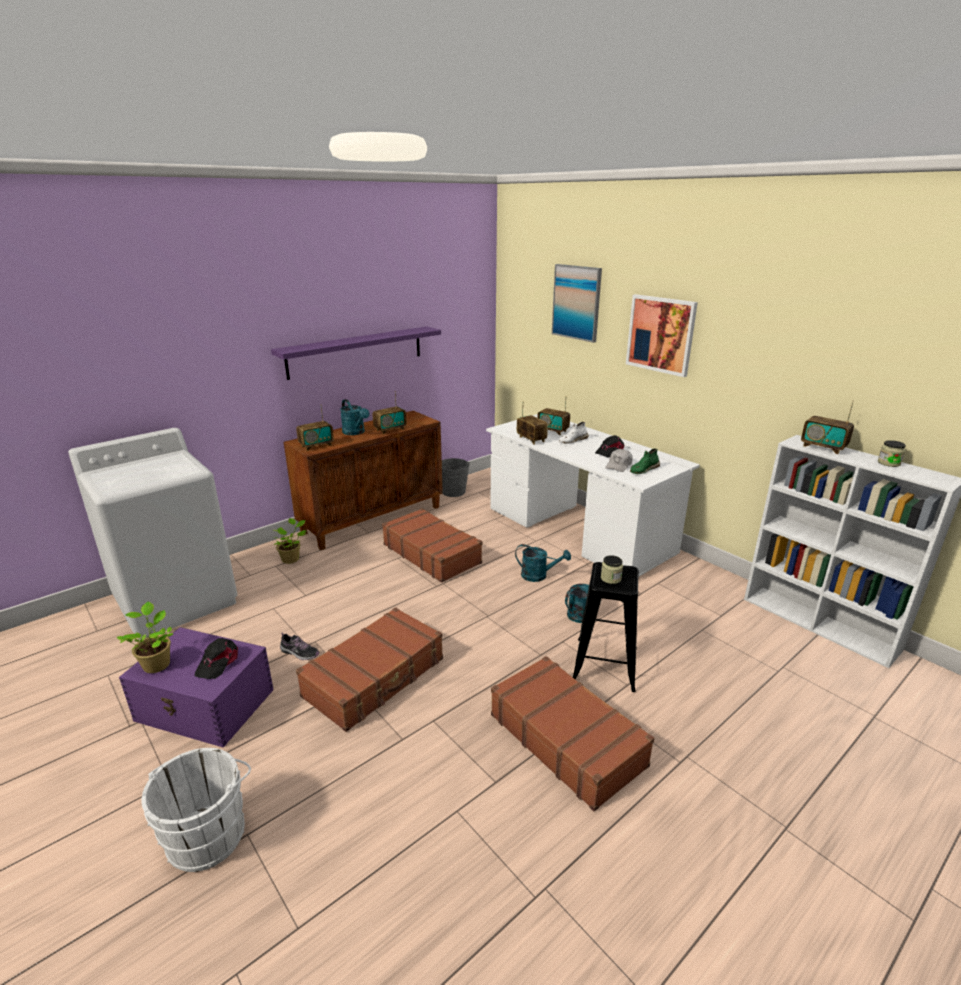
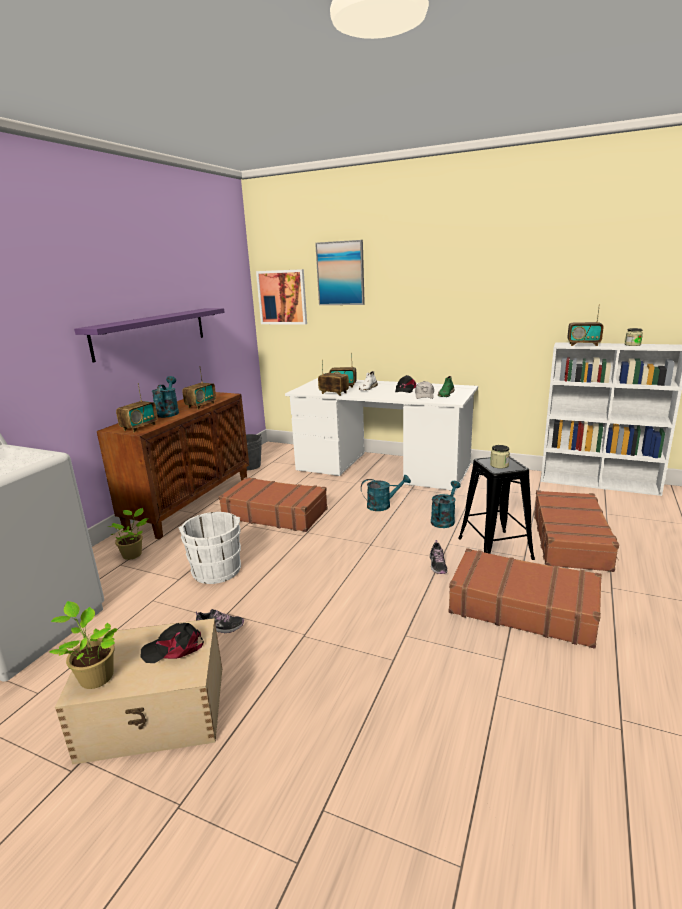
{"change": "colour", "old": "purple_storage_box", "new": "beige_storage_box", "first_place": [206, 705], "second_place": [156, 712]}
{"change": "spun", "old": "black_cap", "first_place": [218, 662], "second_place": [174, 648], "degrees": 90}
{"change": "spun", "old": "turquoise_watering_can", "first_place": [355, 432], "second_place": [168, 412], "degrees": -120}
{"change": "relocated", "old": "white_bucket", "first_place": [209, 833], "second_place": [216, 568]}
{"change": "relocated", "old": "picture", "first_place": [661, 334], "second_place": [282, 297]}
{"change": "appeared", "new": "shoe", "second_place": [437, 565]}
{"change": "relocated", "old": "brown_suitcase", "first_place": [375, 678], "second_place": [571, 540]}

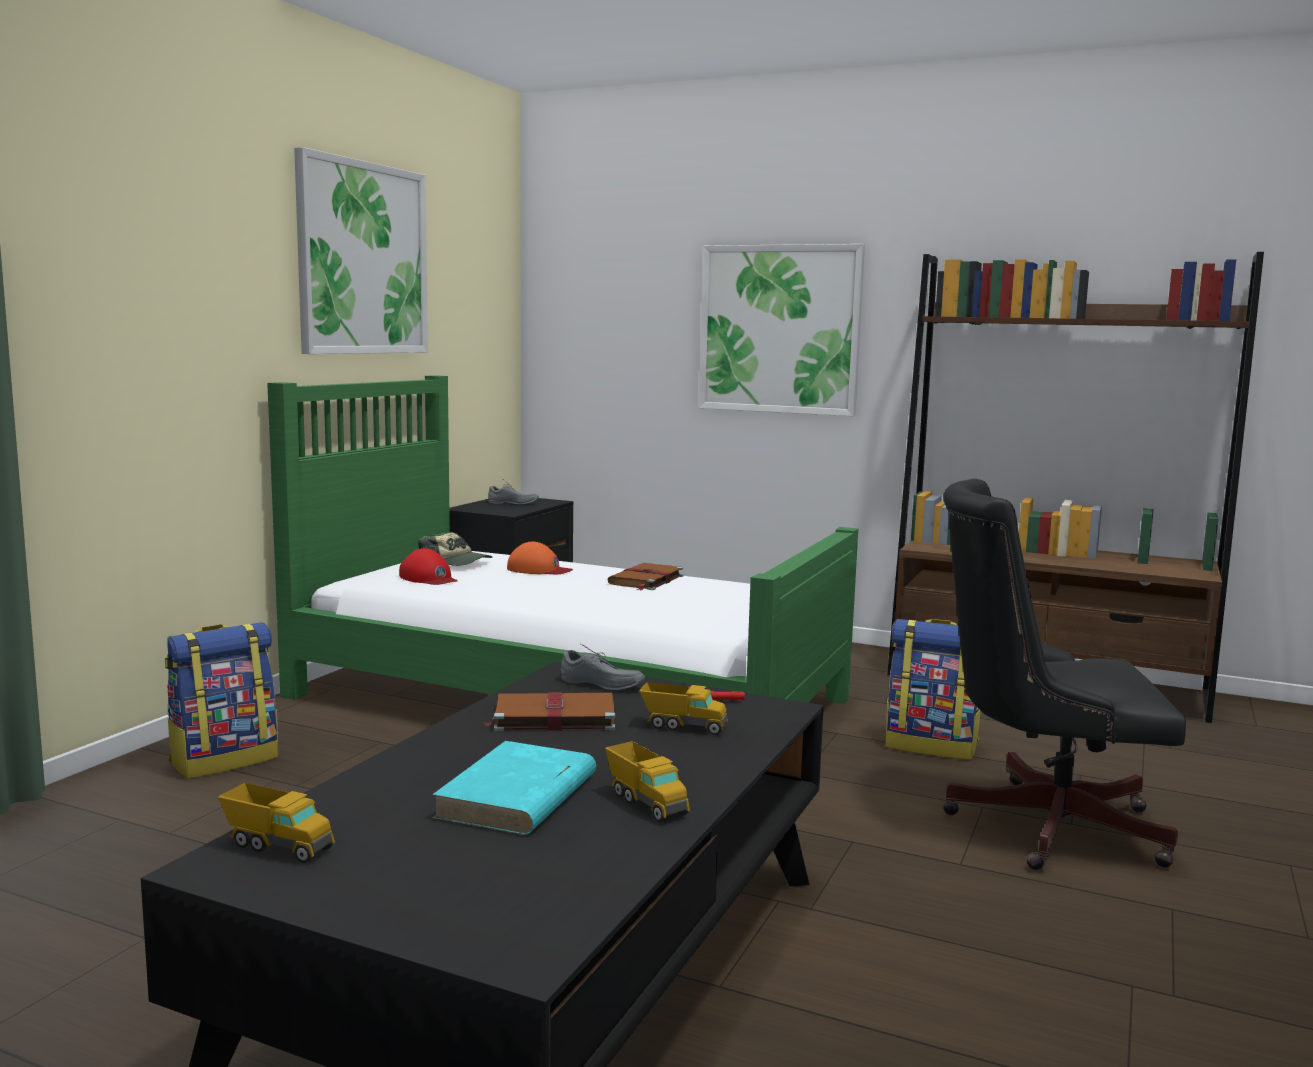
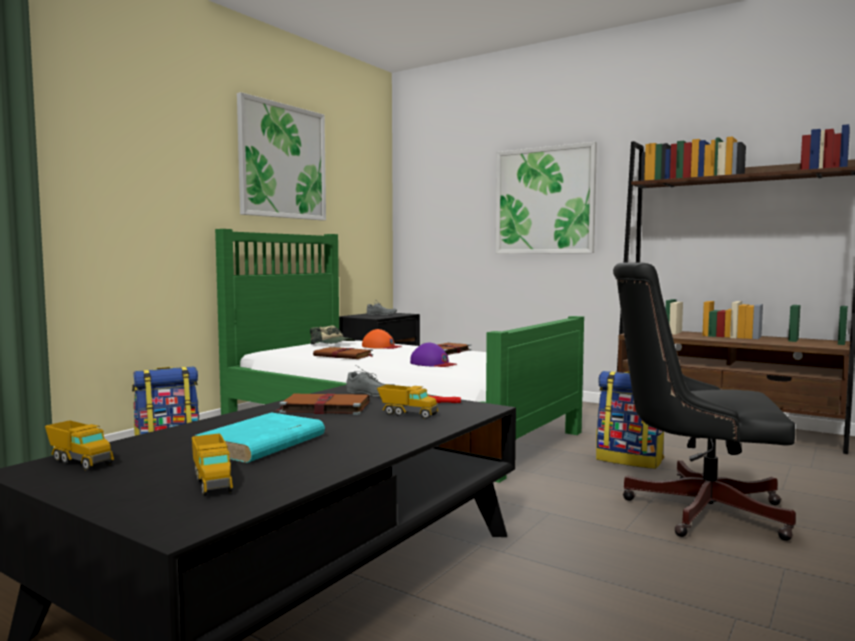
{"change": "relocated", "old": "toy_truck", "first_place": [646, 803], "second_place": [212, 482]}
{"change": "appeared", "new": "brown_book", "second_place": [344, 356]}
{"change": "appeared", "new": "purple_cap", "second_place": [433, 364]}
{"change": "missing", "old": "red_cap", "first_place": [429, 578]}

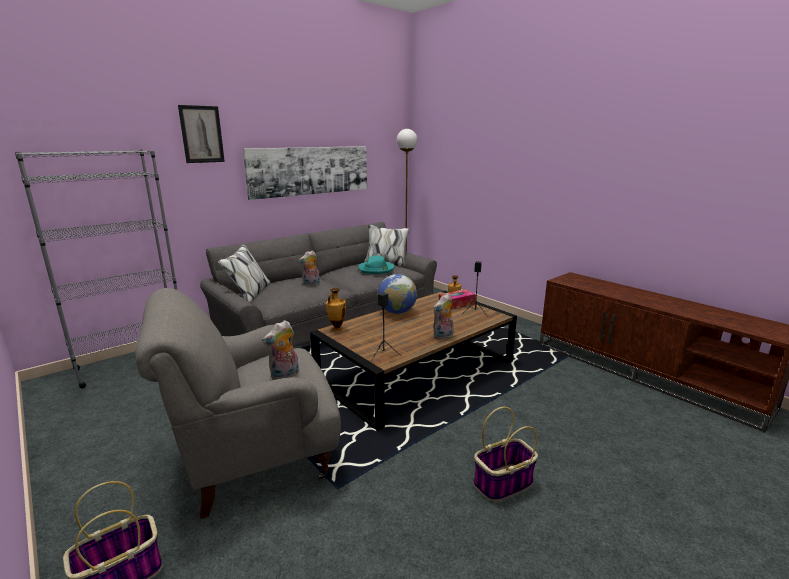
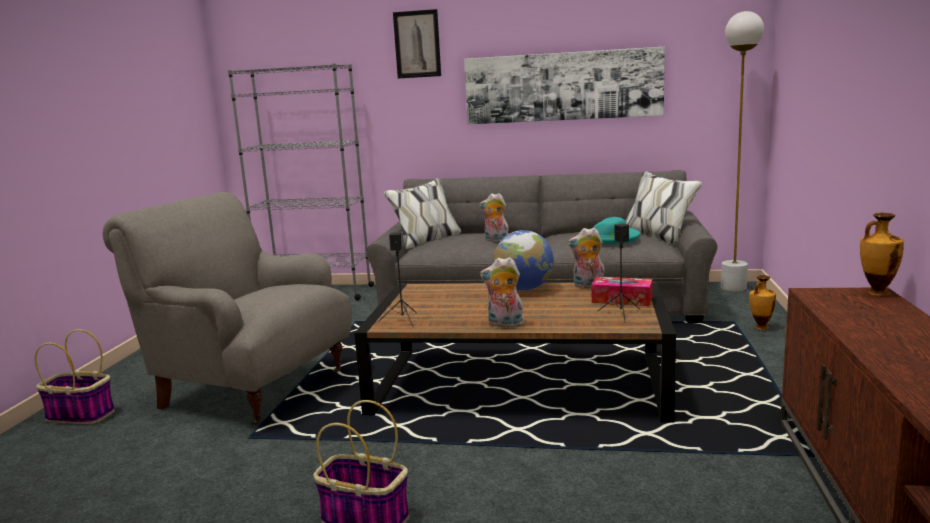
{"change": "relocated", "old": "plush_toy", "first_place": [284, 375], "second_place": [588, 286]}
{"change": "relocated", "old": "vase", "first_place": [337, 329], "second_place": [877, 293]}

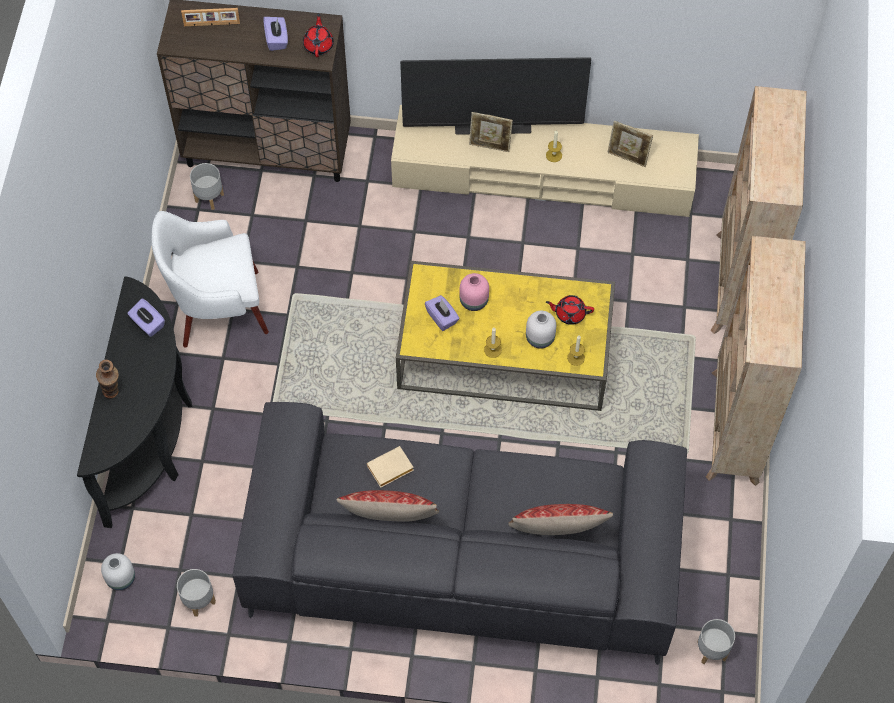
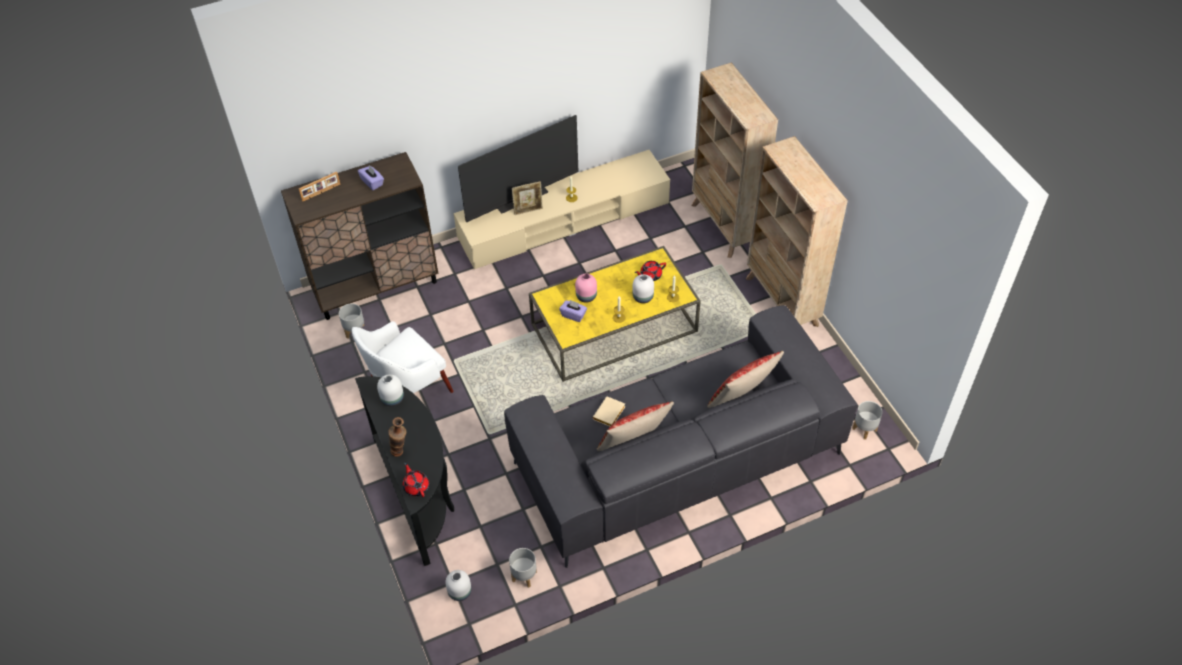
{"change": "exchanged", "old": "purple_tissue_box", "new": "white_vase", "first_place": [148, 324], "second_place": [393, 398]}
{"change": "relocated", "old": "red_teapot", "first_place": [319, 45], "second_place": [416, 486]}
{"change": "missing", "old": "picture_frame", "first_place": [627, 158]}

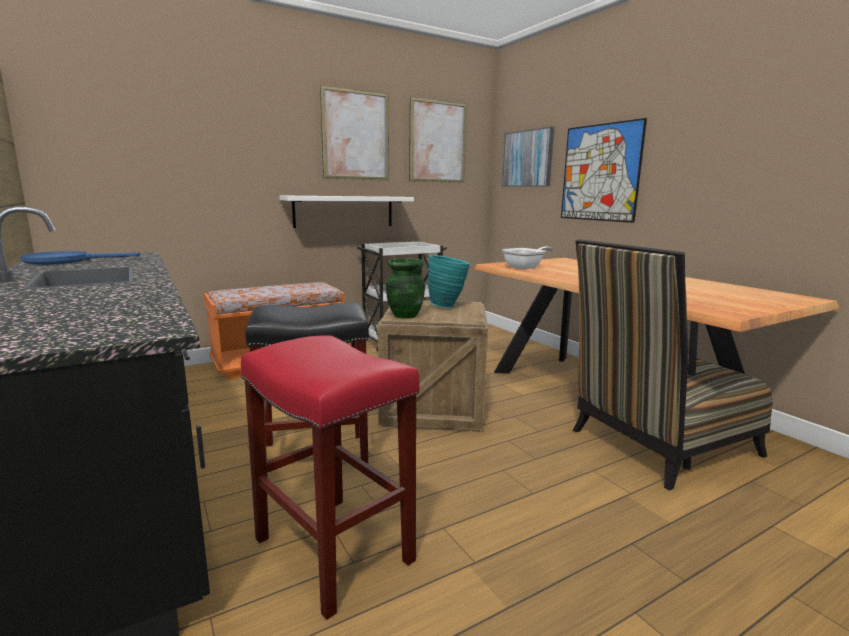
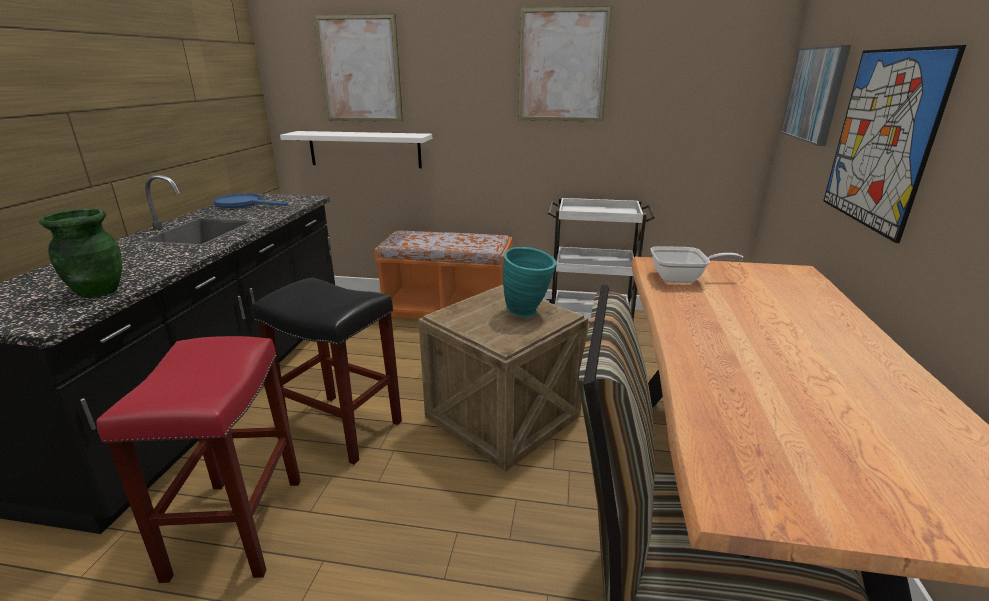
{"change": "relocated", "old": "green_vase", "first_place": [404, 315], "second_place": [98, 291]}
{"change": "relocated", "old": "white_shelf", "first_place": [344, 211], "second_place": [365, 149]}
{"change": "relocated", "old": "picture", "first_place": [438, 142], "second_place": [359, 69]}

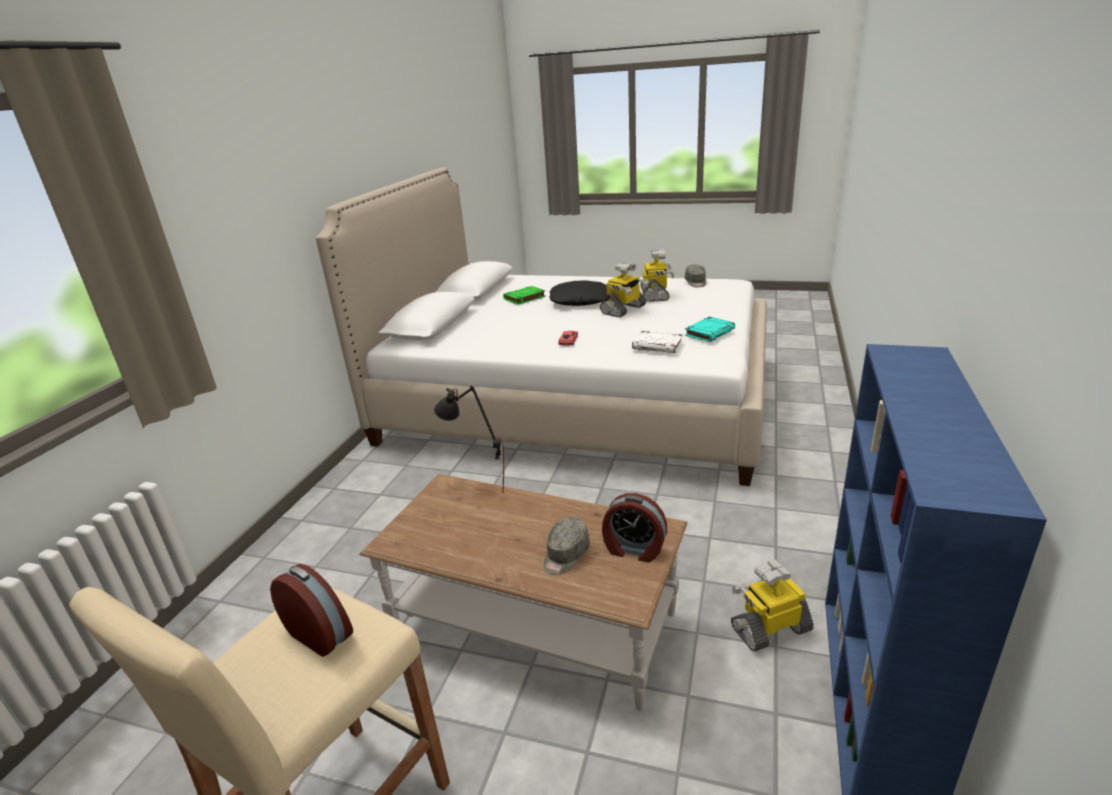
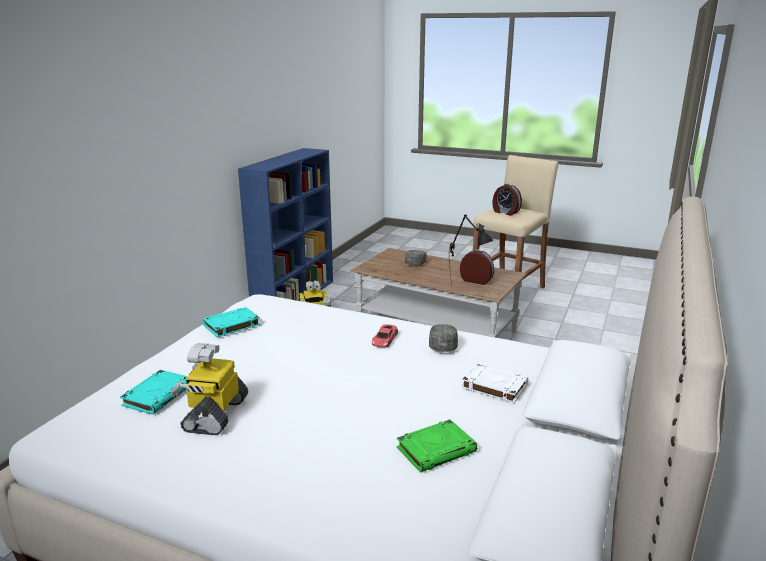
{"change": "appeared", "new": "turquoise_book", "second_place": [158, 395]}
{"change": "relocated", "old": "grey_cap", "first_place": [695, 282], "second_place": [443, 345]}
{"change": "relocated", "old": "alarm_clock", "first_place": [634, 550], "second_place": [476, 280]}
{"change": "relocated", "old": "white_book", "first_place": [658, 345], "second_place": [493, 386]}
{"change": "missing", "old": "black_pillow", "first_place": [580, 300]}
{"change": "missing", "old": "toy_robot", "first_place": [624, 310]}

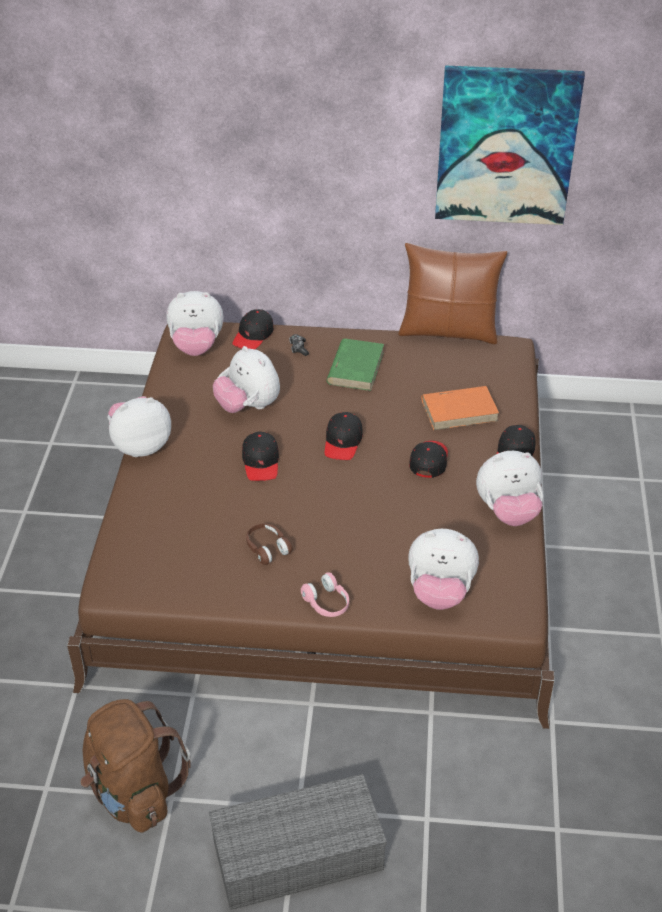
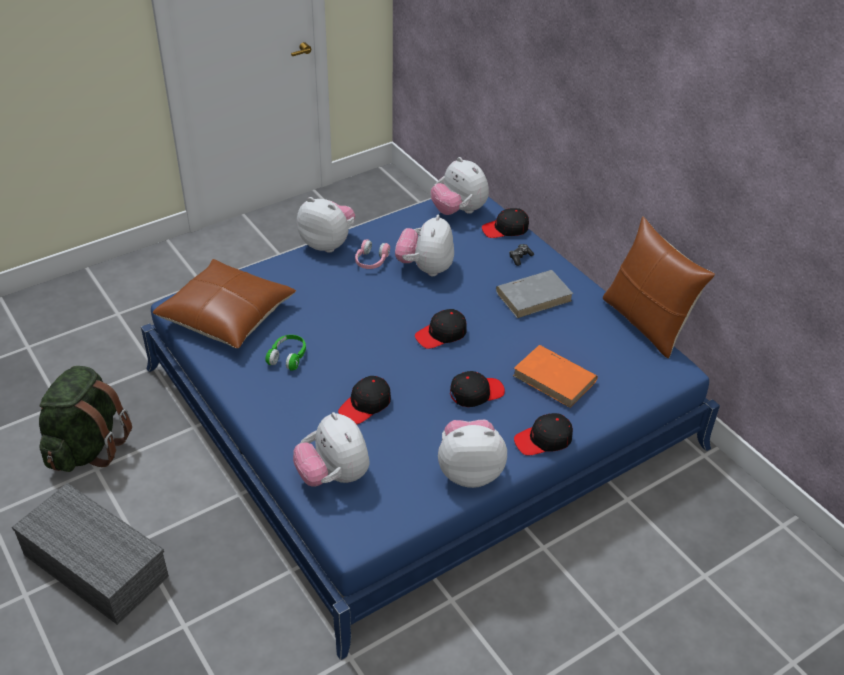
{"change": "colour", "old": "brown_backpack", "new": "green_backpack", "first_place": [134, 792], "second_place": [87, 447]}
{"change": "colour", "old": "brown_bed", "new": "blue_bed", "first_place": [330, 530], "second_place": [419, 407]}
{"change": "appeared", "new": "brown_pillow", "second_place": [227, 315]}
{"change": "colour", "old": "brown_headphones", "new": "green_headphones", "first_place": [267, 548], "second_place": [288, 357]}
{"change": "relocated", "old": "black_cap", "first_place": [261, 462], "second_place": [365, 405]}
{"change": "relocated", "old": "pink_headphones", "first_place": [327, 603], "second_place": [371, 261]}
{"change": "spun", "old": "plush_toy", "first_place": [508, 512], "second_place": [469, 471], "degrees": 135}
{"change": "colour", "old": "green_book", "new": "grey_book", "first_place": [355, 367], "second_place": [534, 296]}
{"change": "missing", "old": "picture", "first_place": [506, 146]}

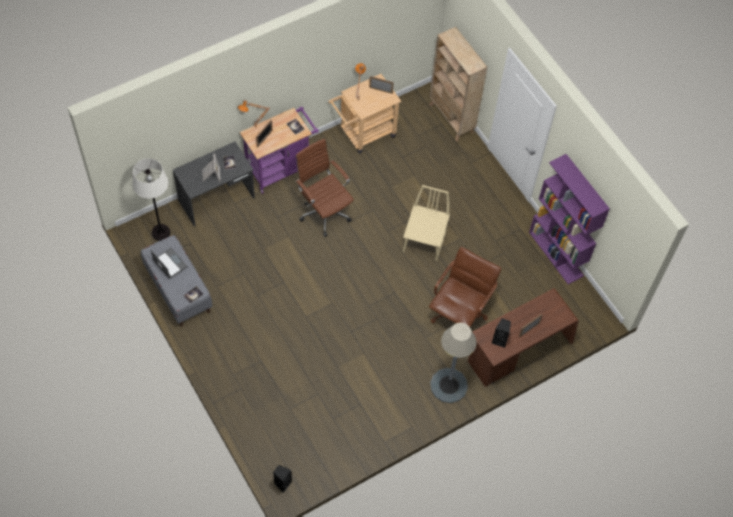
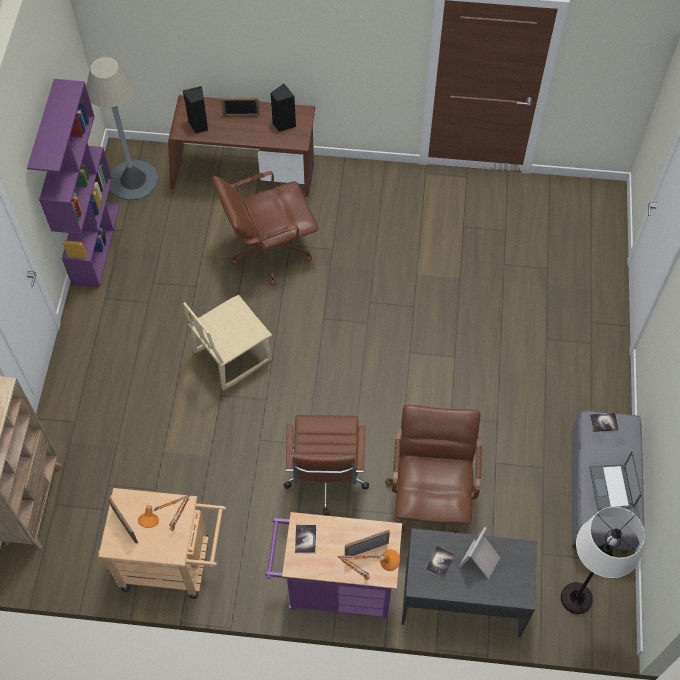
{"change": "relocated", "old": "grey_floor_lamp", "first_place": [448, 385], "second_place": [133, 181]}
{"change": "relocated", "old": "black_speaker", "first_place": [282, 483], "second_place": [199, 125]}
{"change": "appeared", "new": "brown_office_chair", "second_place": [430, 497]}

